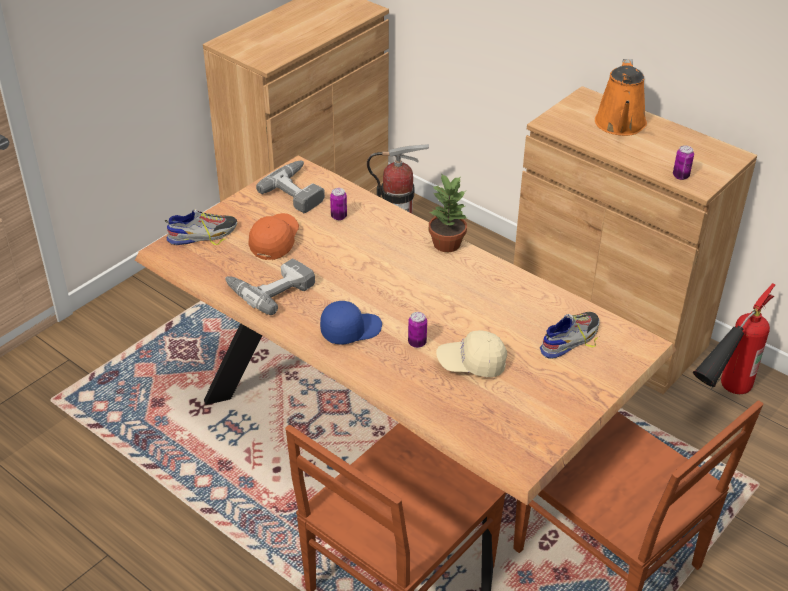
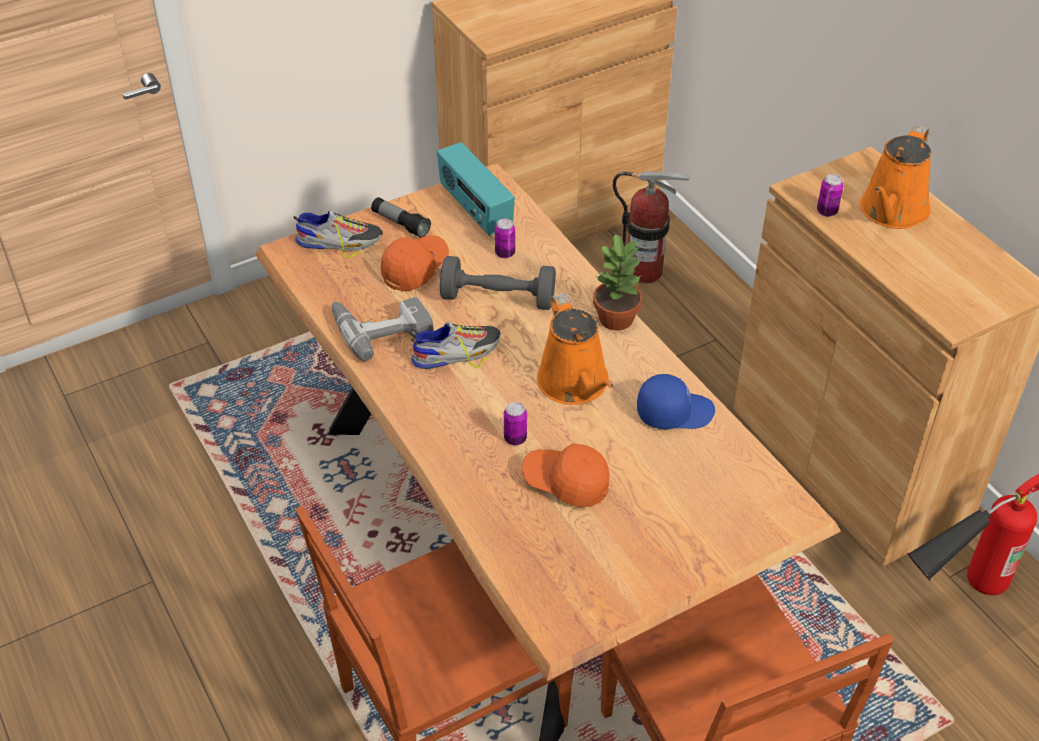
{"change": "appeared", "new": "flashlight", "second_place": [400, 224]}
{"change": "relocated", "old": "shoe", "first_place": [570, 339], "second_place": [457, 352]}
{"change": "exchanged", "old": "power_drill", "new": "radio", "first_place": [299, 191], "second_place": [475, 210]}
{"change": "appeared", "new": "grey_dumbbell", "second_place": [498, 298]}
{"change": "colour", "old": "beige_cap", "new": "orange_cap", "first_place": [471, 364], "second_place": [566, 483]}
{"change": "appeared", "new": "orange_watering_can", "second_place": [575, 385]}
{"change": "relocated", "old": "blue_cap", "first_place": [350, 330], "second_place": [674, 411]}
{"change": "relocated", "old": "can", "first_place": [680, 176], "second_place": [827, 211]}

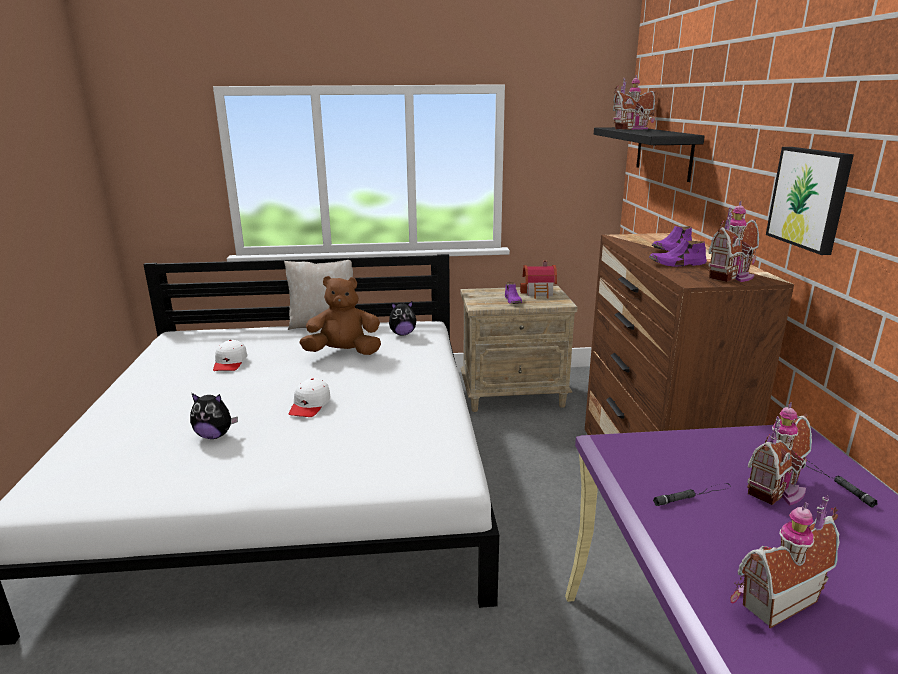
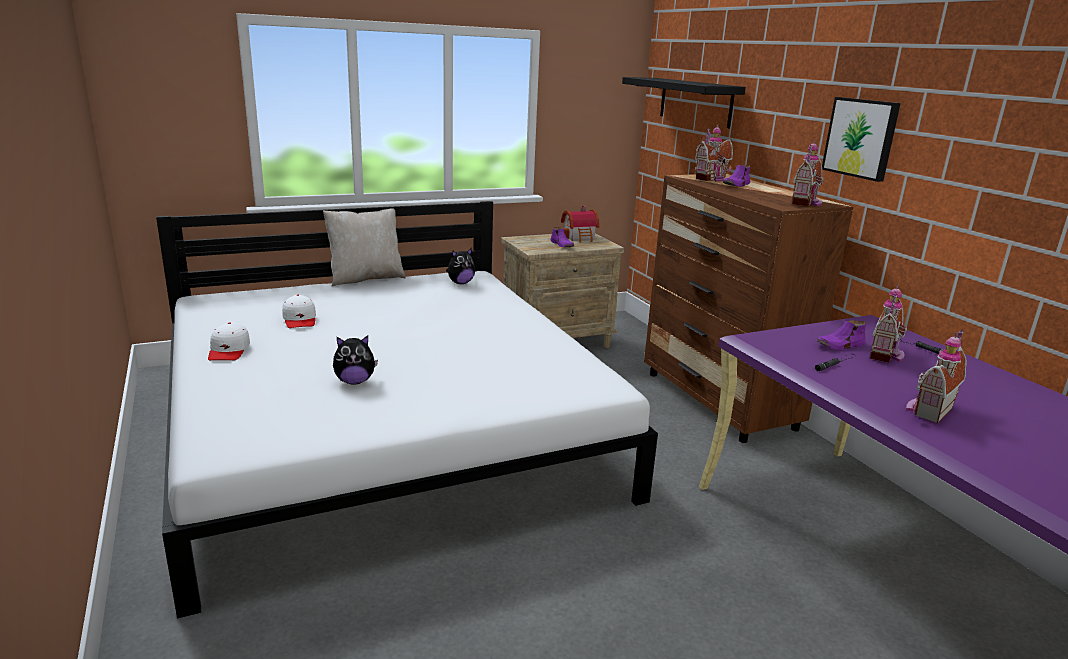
{"change": "relocated", "old": "white_cap", "first_place": [310, 405], "second_place": [229, 350]}
{"change": "relocated", "old": "toy_house", "first_place": [633, 129], "second_place": [713, 179]}
{"change": "relocated", "old": "purple_shoe", "first_place": [677, 264], "second_place": [840, 345]}
{"change": "missing", "old": "brown_plush_toy", "first_place": [344, 353]}

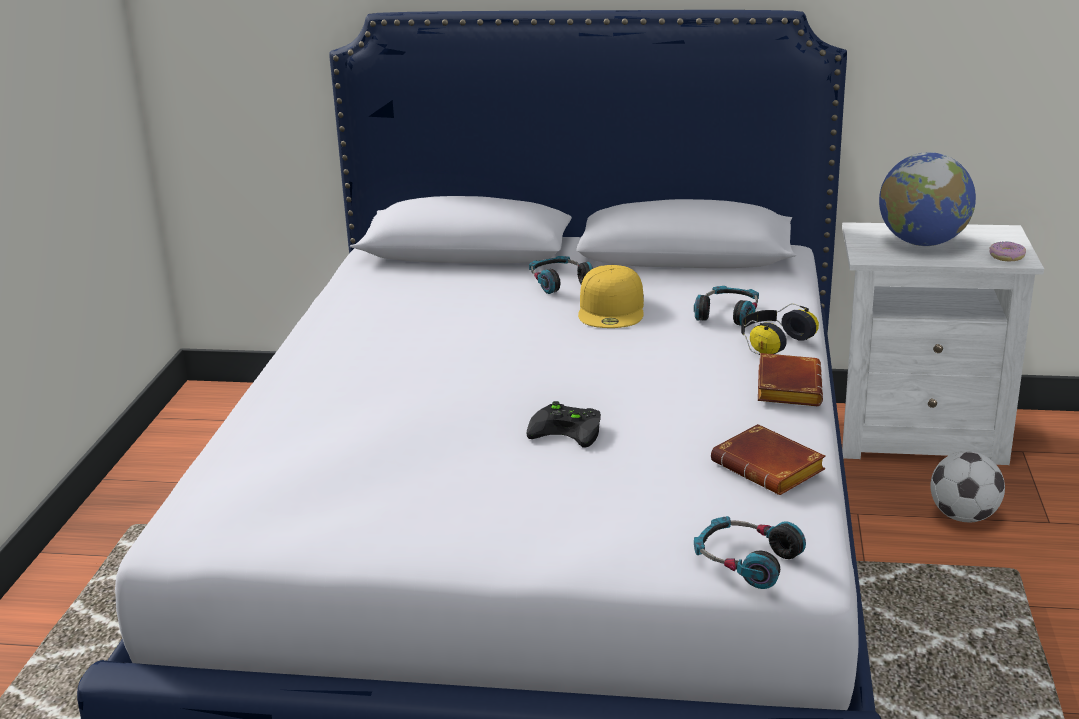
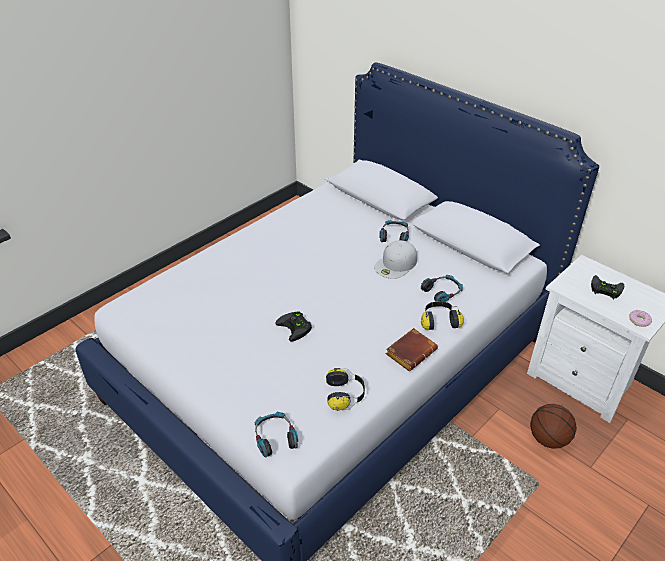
{"change": "exchanged", "old": "brown_book", "new": "headphones", "first_place": [771, 469], "second_place": [345, 395]}
{"change": "colour", "old": "yellow_cap", "new": "white_cap", "first_place": [612, 309], "second_place": [396, 264]}
{"change": "exchanged", "old": "football", "new": "basketball", "first_place": [963, 517], "second_place": [549, 439]}
{"change": "exchanged", "old": "globe", "new": "black_game_controller", "first_place": [922, 243], "second_place": [604, 289]}

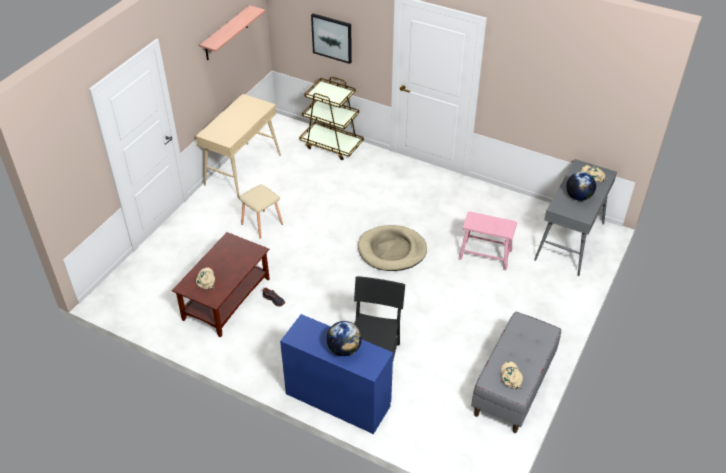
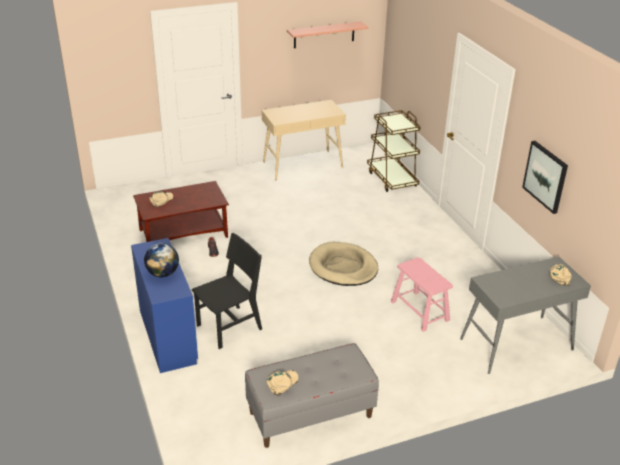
{"change": "relocated", "old": "picture", "first_place": [332, 38], "second_place": [545, 176]}
{"change": "missing", "old": "beige_stool", "first_place": [262, 223]}
{"change": "missing", "old": "globe", "first_place": [578, 197]}

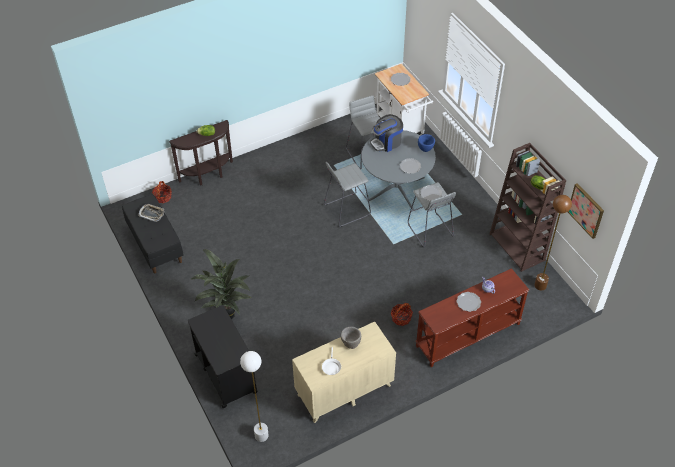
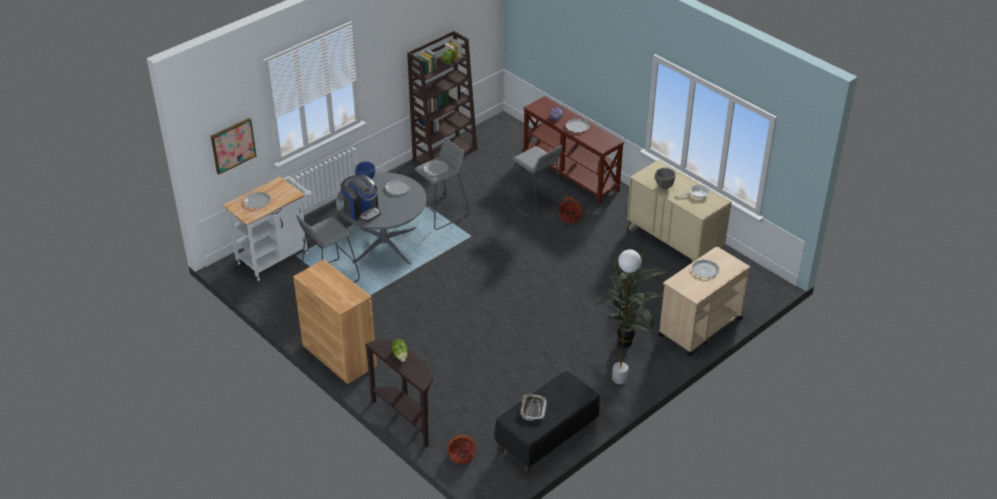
{"change": "relocated", "old": "picture", "first_place": [586, 210], "second_place": [233, 145]}
{"change": "appeared", "new": "brown_cabinet", "second_place": [339, 355]}
{"change": "relocated", "old": "grey_stool", "first_place": [346, 209], "second_place": [536, 205]}
{"change": "relocated", "old": "white_floor_lamp", "first_place": [261, 435], "second_place": [619, 378]}
{"change": "colour", "old": "black_cart", "new": "beige_cart", "first_place": [225, 373], "second_place": [699, 327]}
{"change": "appeared", "new": "plate", "second_place": [705, 270]}
{"change": "missing", "old": "brown_floor_lamp", "first_place": [540, 285]}

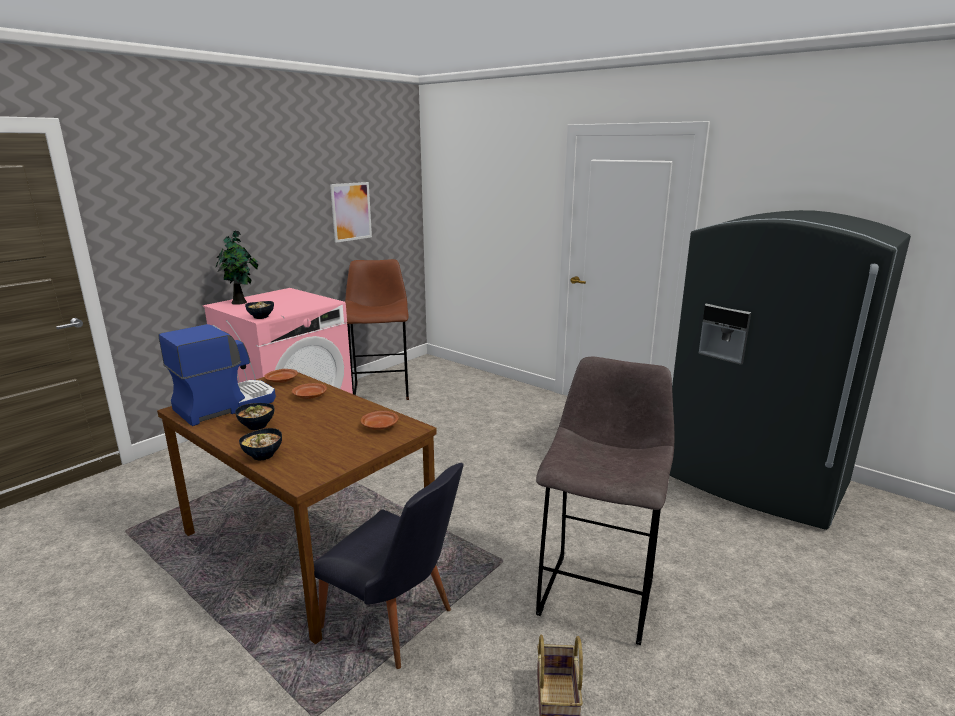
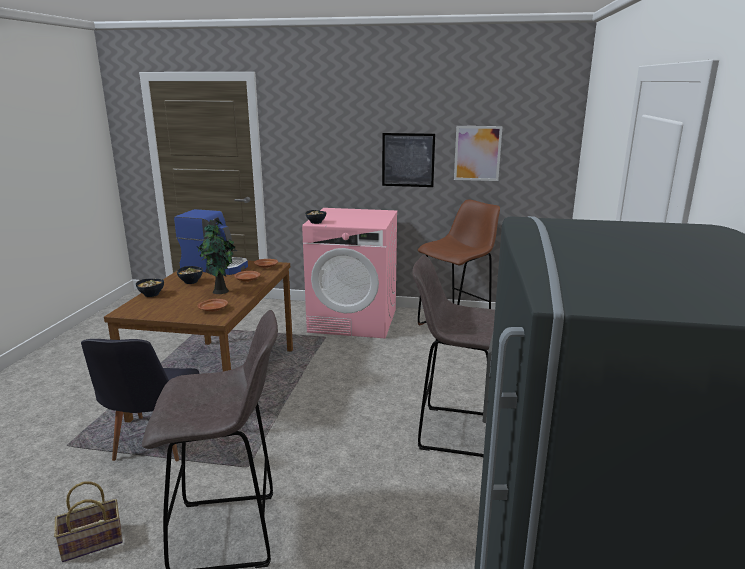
{"change": "relocated", "old": "potted_plant", "first_place": [240, 302], "second_place": [221, 292]}
{"change": "appeared", "new": "picture", "second_place": [408, 160]}
{"change": "appeared", "new": "grey_stool", "second_place": [455, 431]}

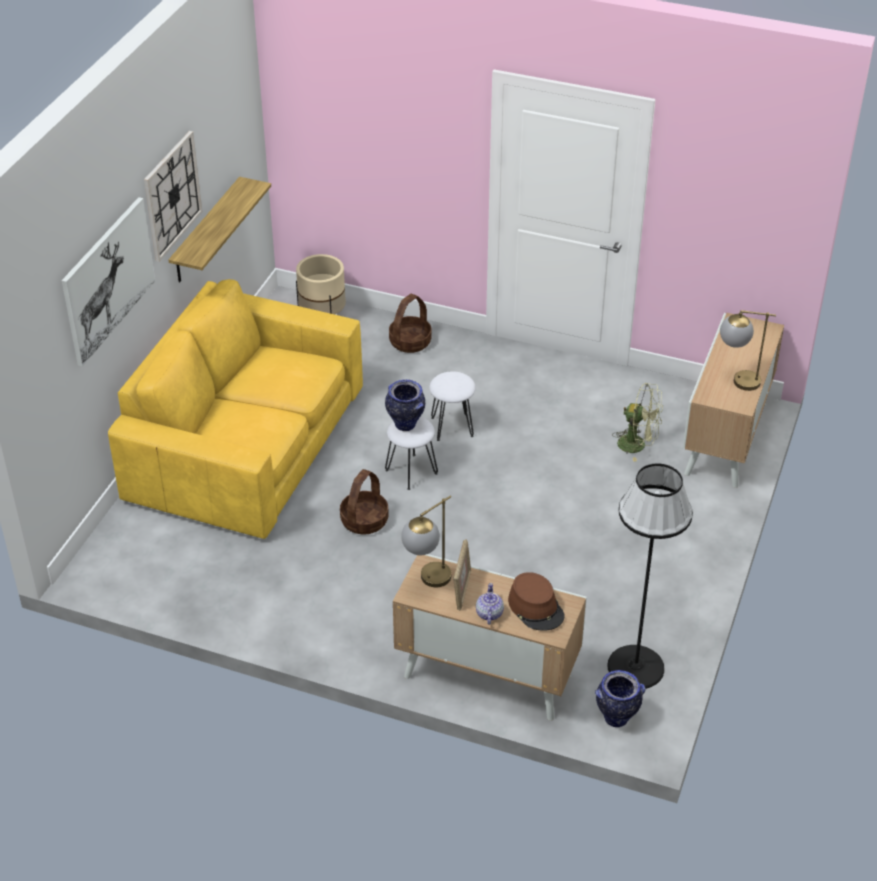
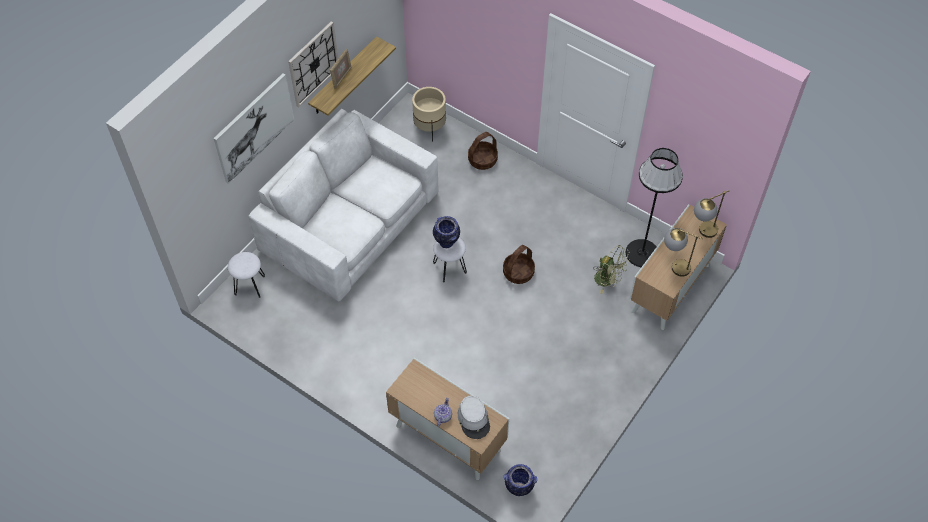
{"change": "relocated", "old": "white_stool", "first_place": [451, 427], "second_place": [249, 285]}
{"change": "colour", "old": "yellow_sofa", "new": "white_sofa", "first_place": [246, 444], "second_place": [349, 221]}
{"change": "relocated", "old": "picture_frame", "first_place": [462, 590], "second_place": [342, 77]}
{"change": "colour", "old": "brown_hat", "new": "grey_hat", "first_place": [536, 608], "second_place": [474, 419]}
{"change": "relocated", "old": "basket", "first_place": [364, 521], "second_place": [518, 272]}
{"change": "relocated", "old": "black_floor_lamp", "first_place": [635, 667], "second_place": [642, 253]}
{"change": "relocated", "old": "table_lamp", "first_place": [427, 582], "second_place": [702, 233]}

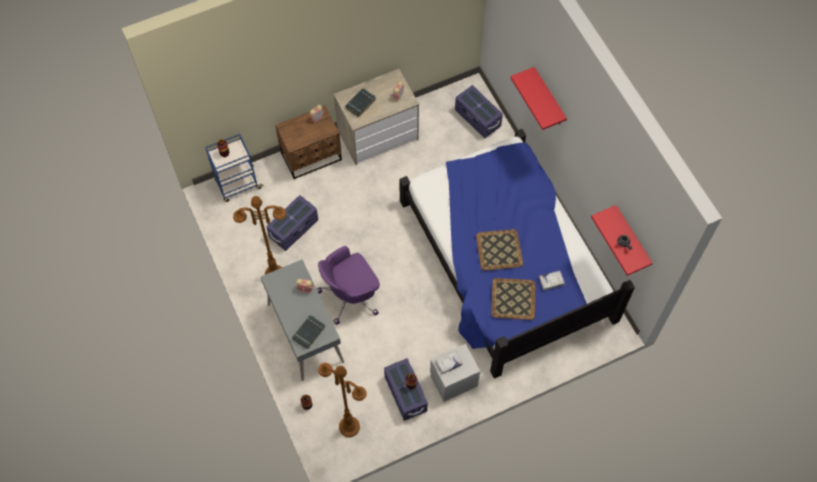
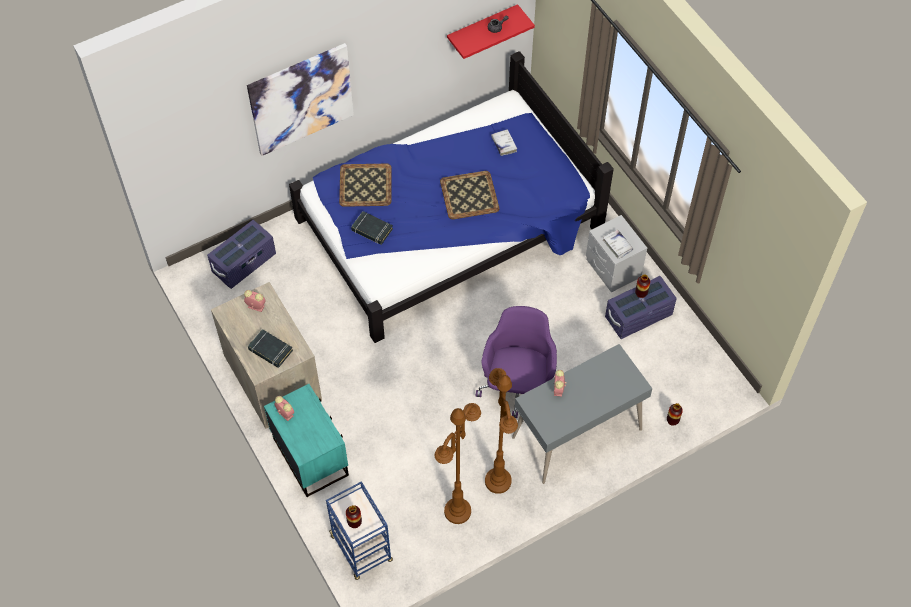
{"change": "exchanged", "old": "red_shelf", "new": "picture", "first_place": [549, 98], "second_place": [301, 99]}
{"change": "colour", "old": "brown_nightstand", "new": "turquoise_nightstand", "first_place": [312, 157], "second_place": [311, 456]}
{"change": "relocated", "old": "tray", "first_place": [513, 298], "second_place": [365, 186]}
{"change": "relocated", "old": "black_book", "first_place": [308, 332], "second_place": [371, 230]}
{"change": "relocated", "old": "brown_floor_lamp", "first_place": [349, 427], "second_place": [457, 511]}
{"change": "spun", "old": "purple_office_chair", "first_place": [350, 295], "second_place": [517, 387], "degrees": -135}
{"change": "missing", "old": "purple_storage_box", "first_place": [294, 229]}

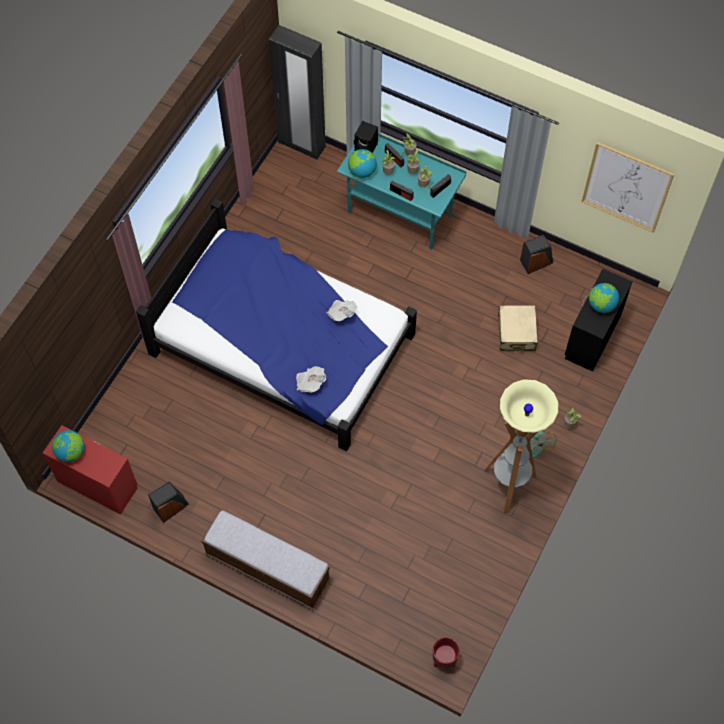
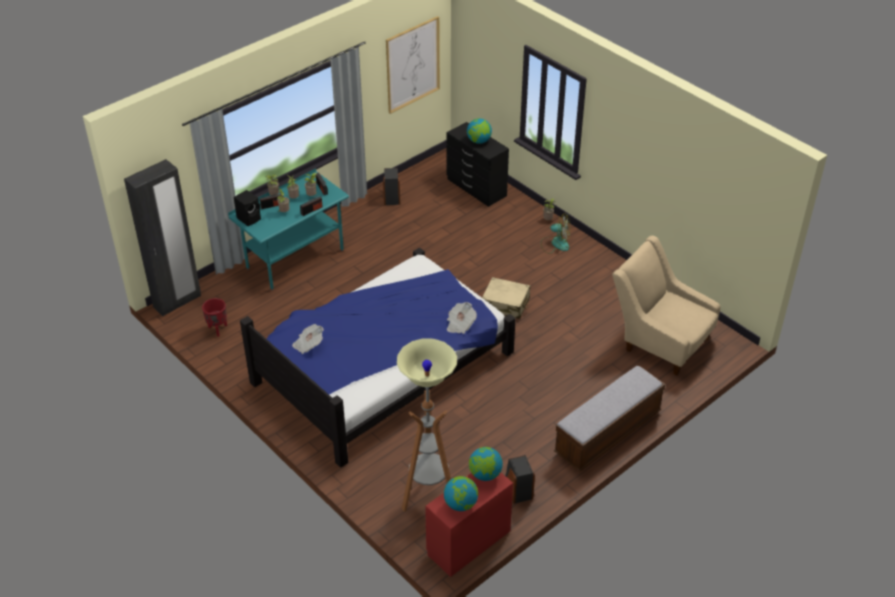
{"change": "relocated", "old": "red_planter", "first_place": [444, 660], "second_place": [217, 329]}
{"change": "relocated", "old": "newspaper", "first_place": [341, 313], "second_place": [308, 344]}
{"change": "relocated", "old": "floor_lamp", "first_place": [509, 485], "second_place": [429, 497]}
{"change": "relocated", "old": "globe", "first_place": [362, 171], "second_place": [485, 474]}
{"change": "relocated", "old": "beige_suitcase", "first_place": [516, 332], "second_place": [505, 304]}
{"change": "appeared", "new": "beige_armchair", "second_place": [660, 340]}

